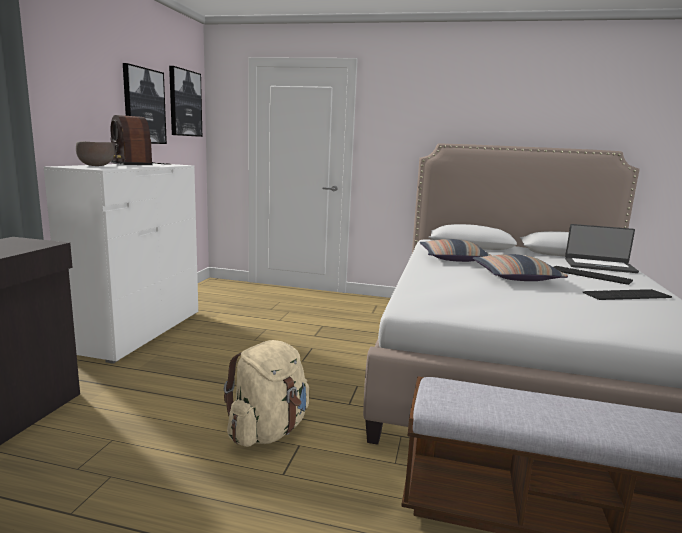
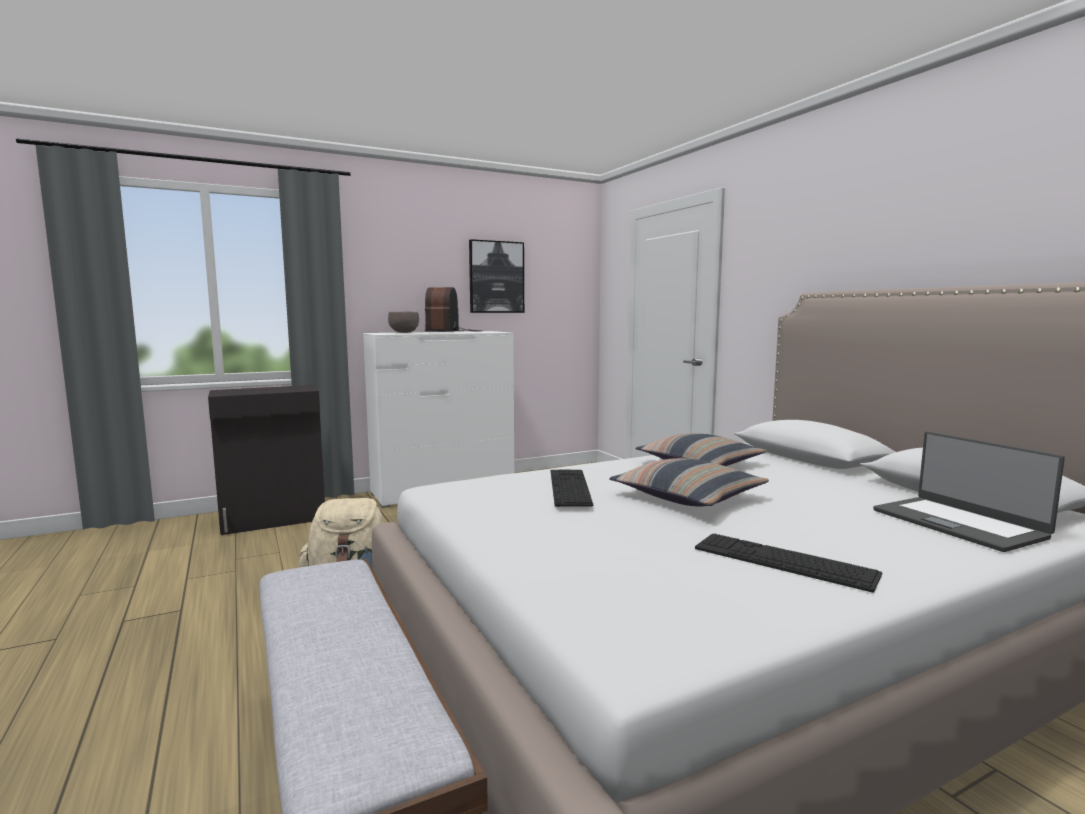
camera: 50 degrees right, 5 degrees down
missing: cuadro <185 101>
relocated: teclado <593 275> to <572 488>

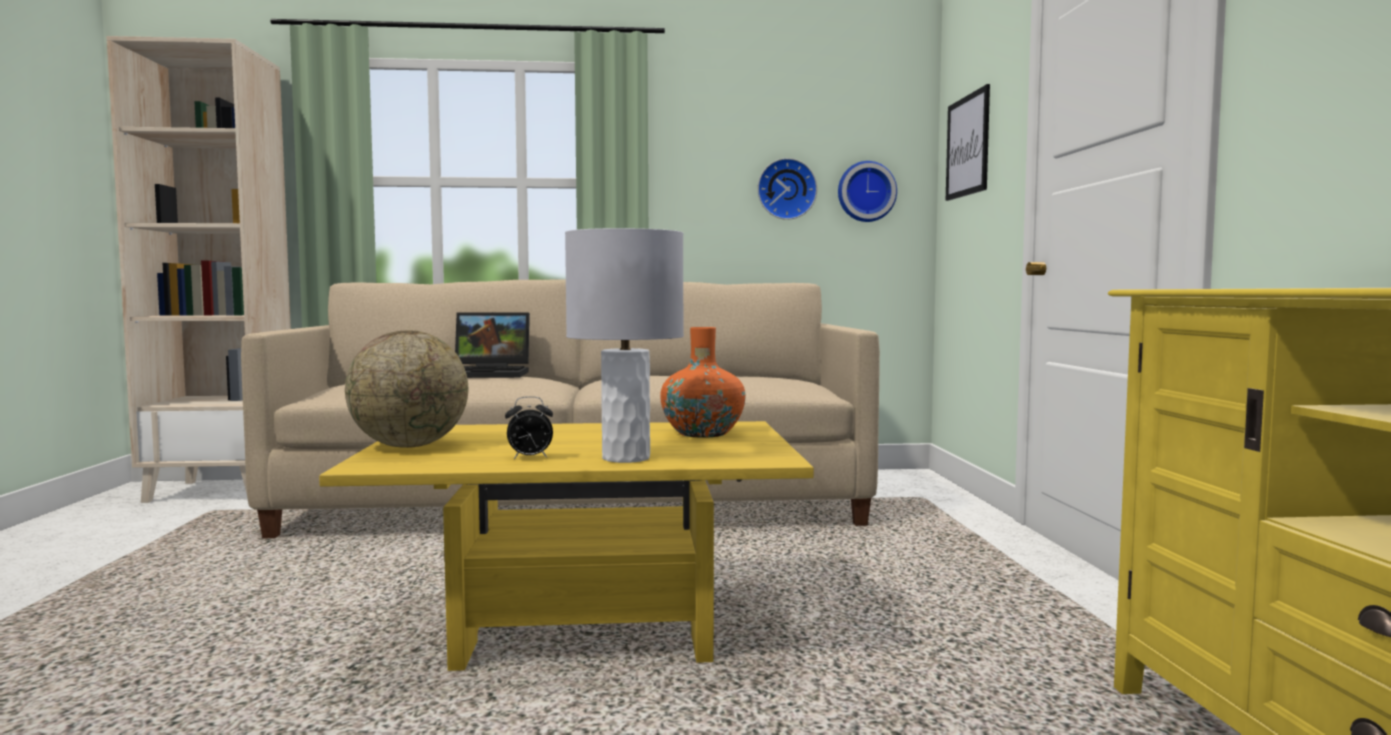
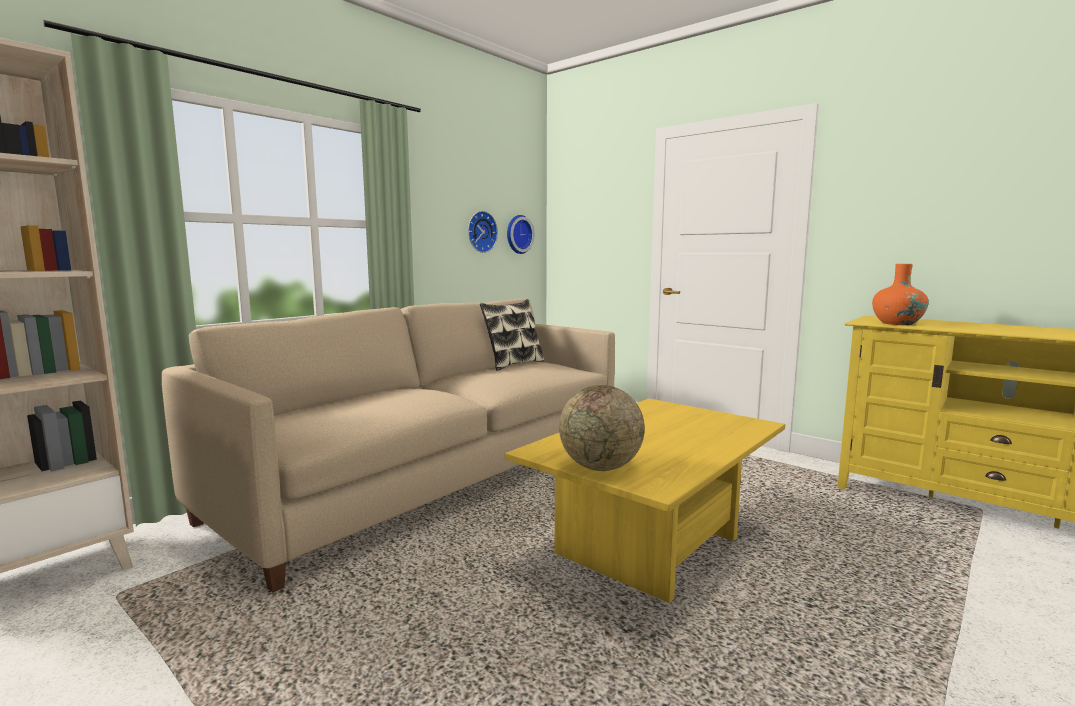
camera: 45 degrees left, 5 degrees up
missing: cuadro <968 142>; lámpara de mesa (gris) <624 345>; portátil <492 345>; despertador <529 427>
appeared: cojín <512 335>
relocated: florero (naranja) <702 382> to <900 294>

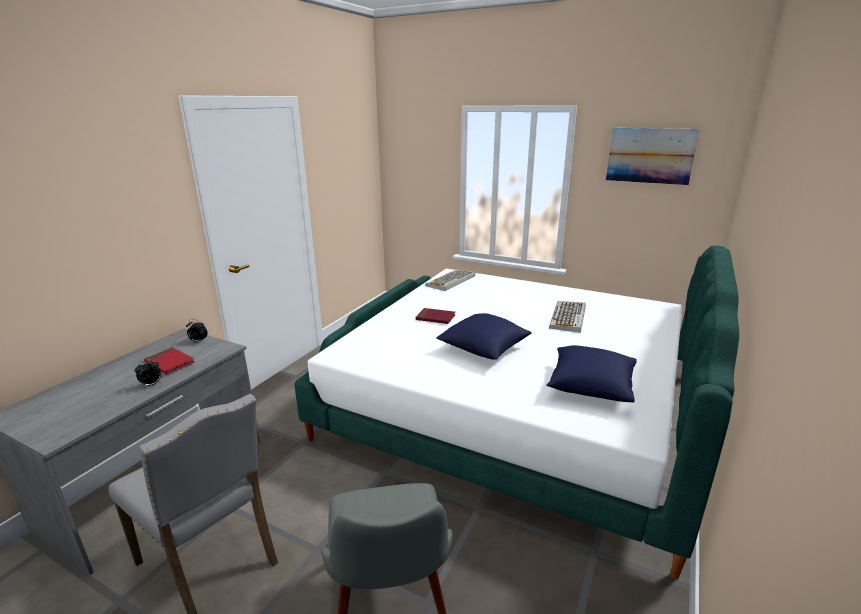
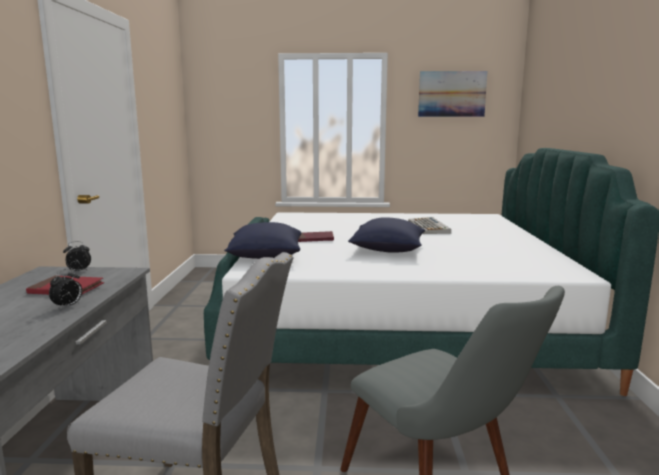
camera: 25 degrees left, 10 degrees down
missing: teclado <450 280>
relocated: cojín (azul) <591 374> to <262 240>

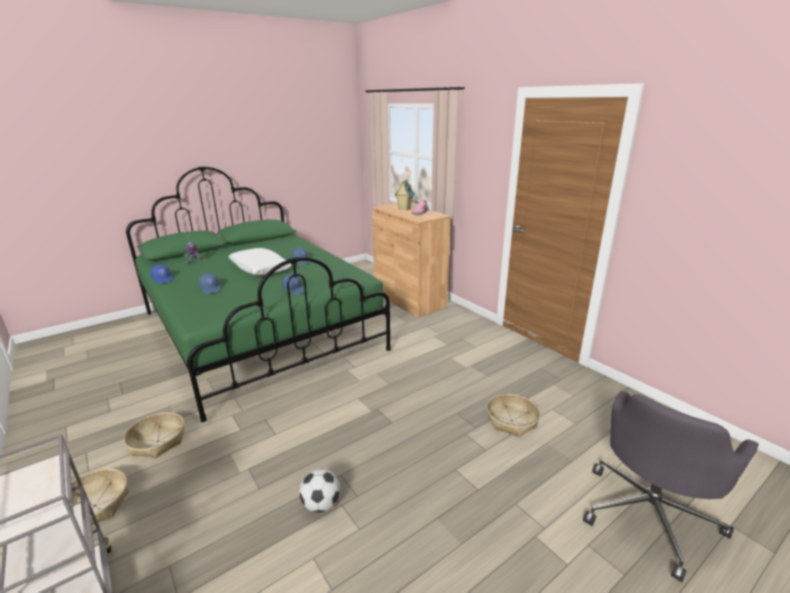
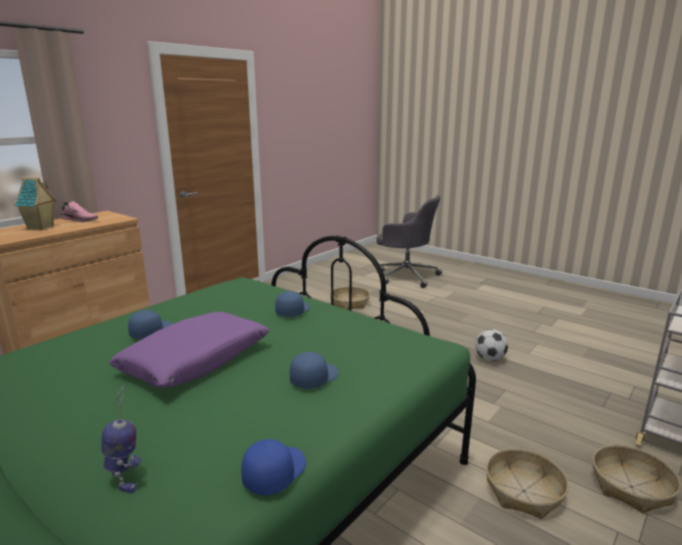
camera: 105 degrees left, 5 degrees down
colour: cojín (blanco) <260 261> to cojín (morado) <189 350>

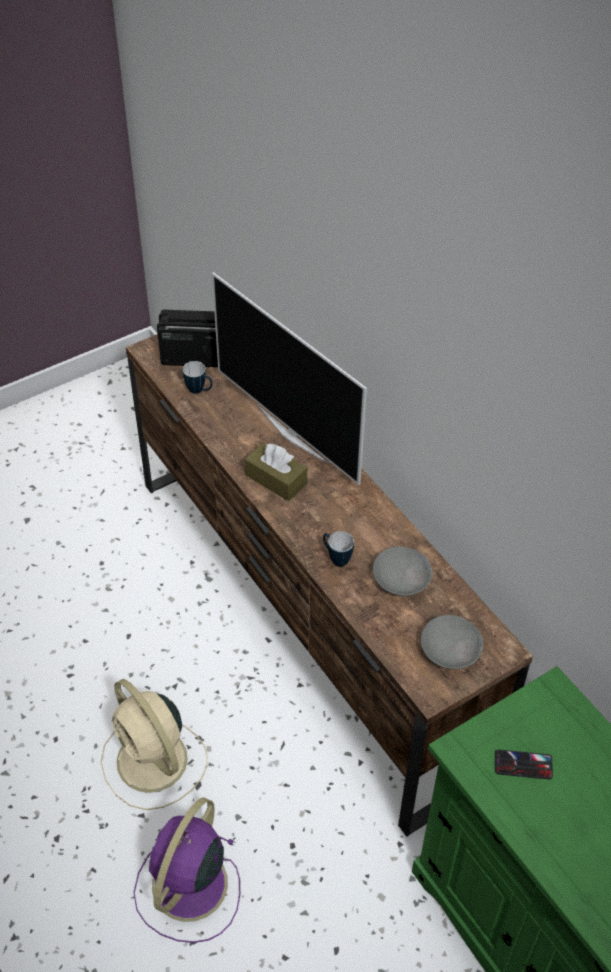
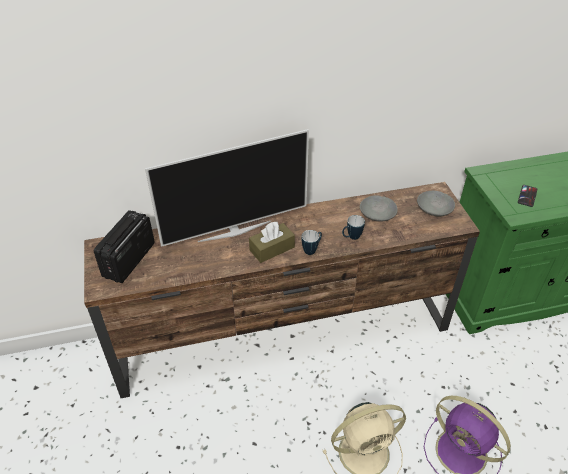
camera: 70 degrees left, 5 degrees down
relocated: taza grande <198 377> to <311 242>

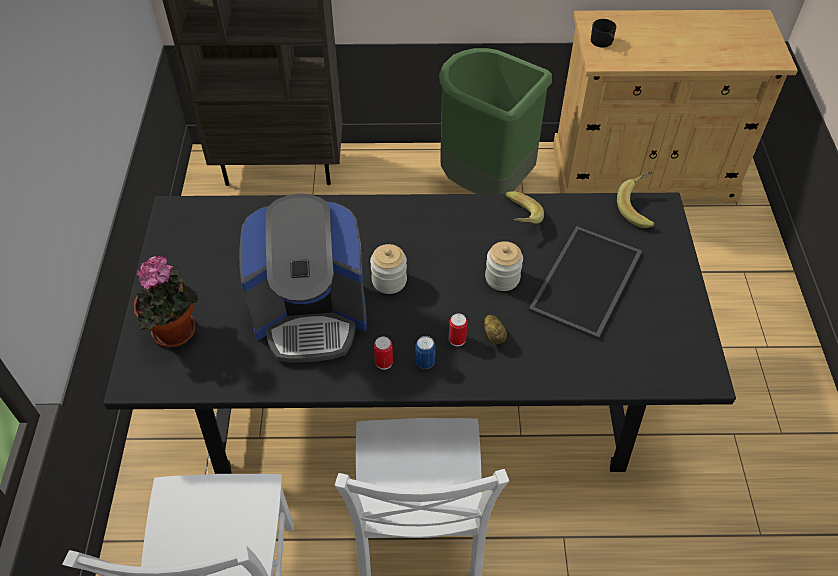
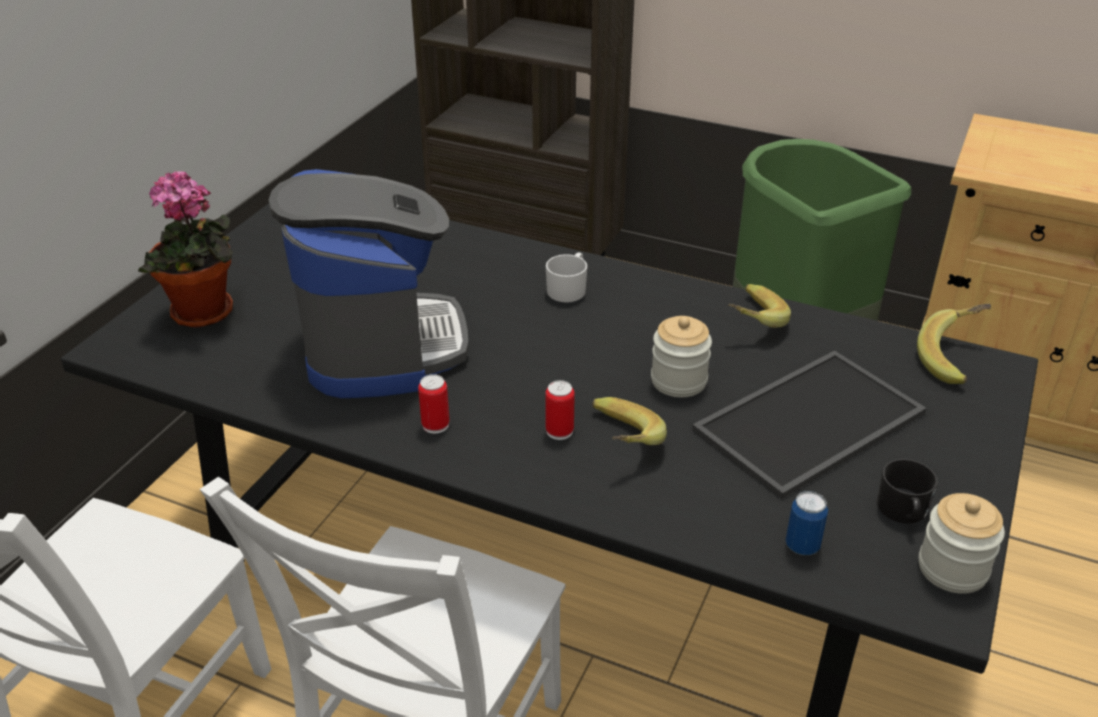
camera: 25 degrees right, 15 degrees down
appeared: taza grande (blanco) <566 277>
relocated: taza grande (negro) <603 33> to <907 491>; tarro <388 269> to <962 543>; lata <426 352> to <807 523>
exchanged: patata <495 330> to plátano <629 421>
spun: cafetera <303 278> = <369 283> 120 degrees counterclockwise

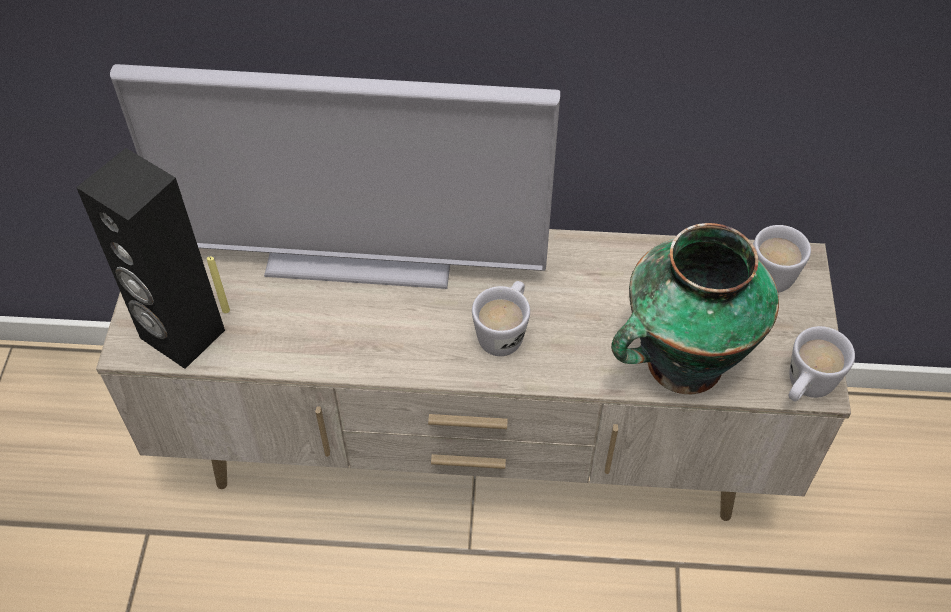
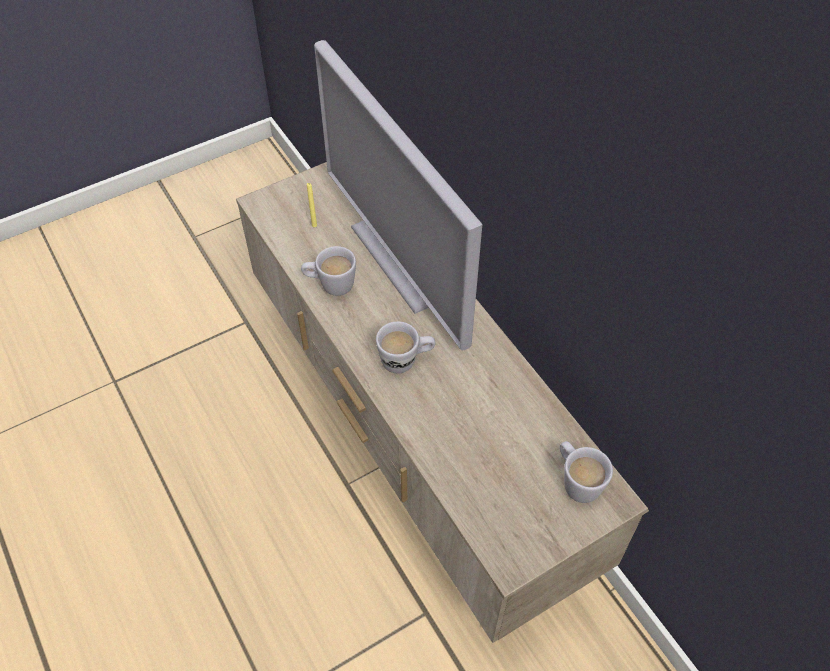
camera: 55 degrees right, 0 degrees up
missing: altavoz (negro) <150 258>; florero <695 308>
relocated: taza grande (blanco) <821 364> to <328 271>

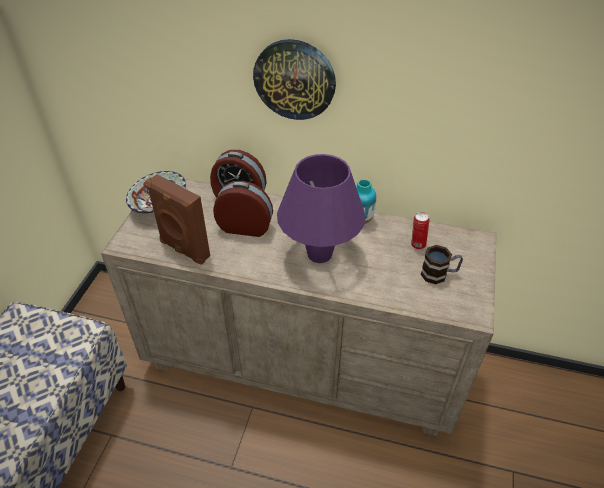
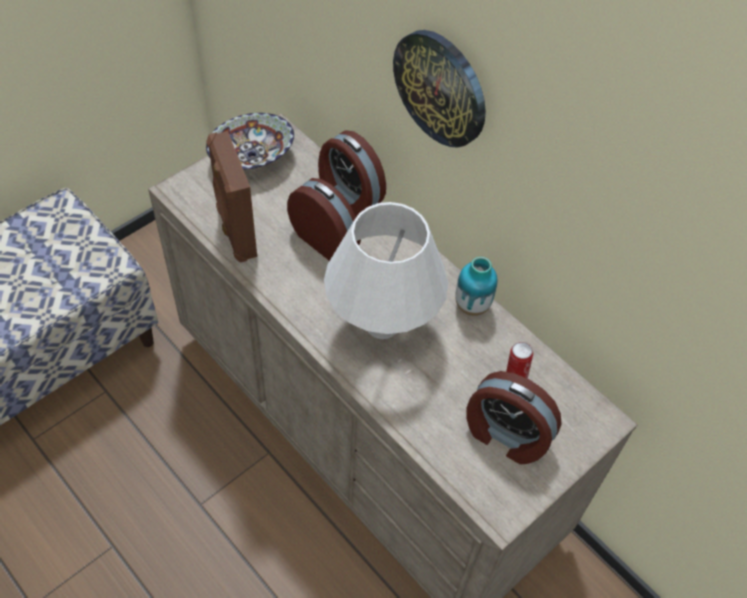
camera: 30 degrees right, 10 degrees up
exchanged: taza grande <441 264> to despertador <514 417>
colour: lámpara de mesa (morado) <321 208> to lámpara de mesa (blanco) <386 270>

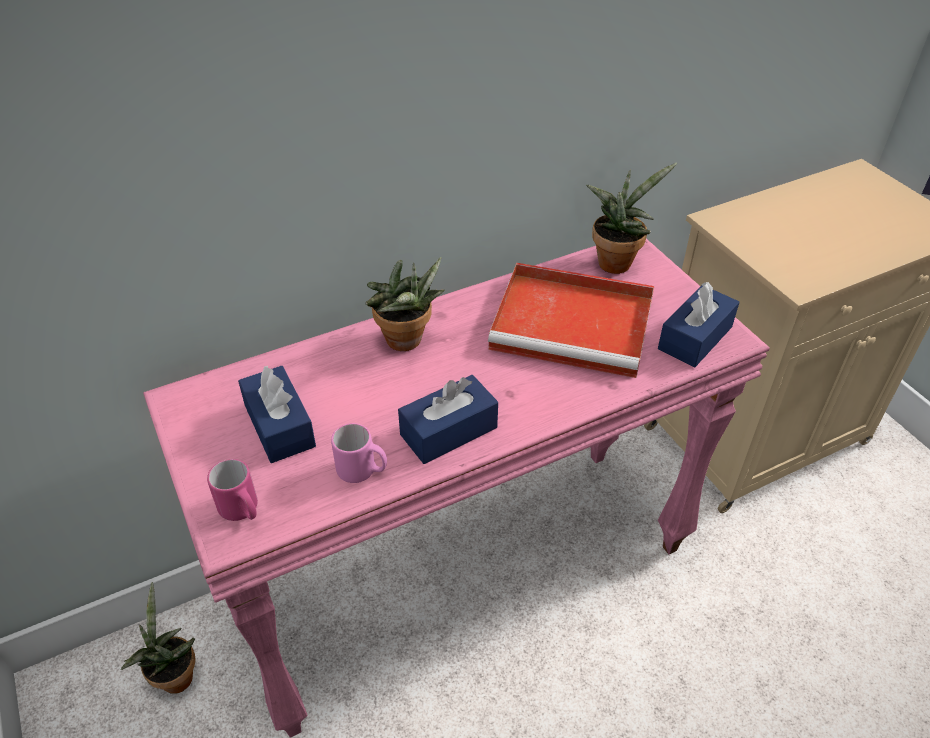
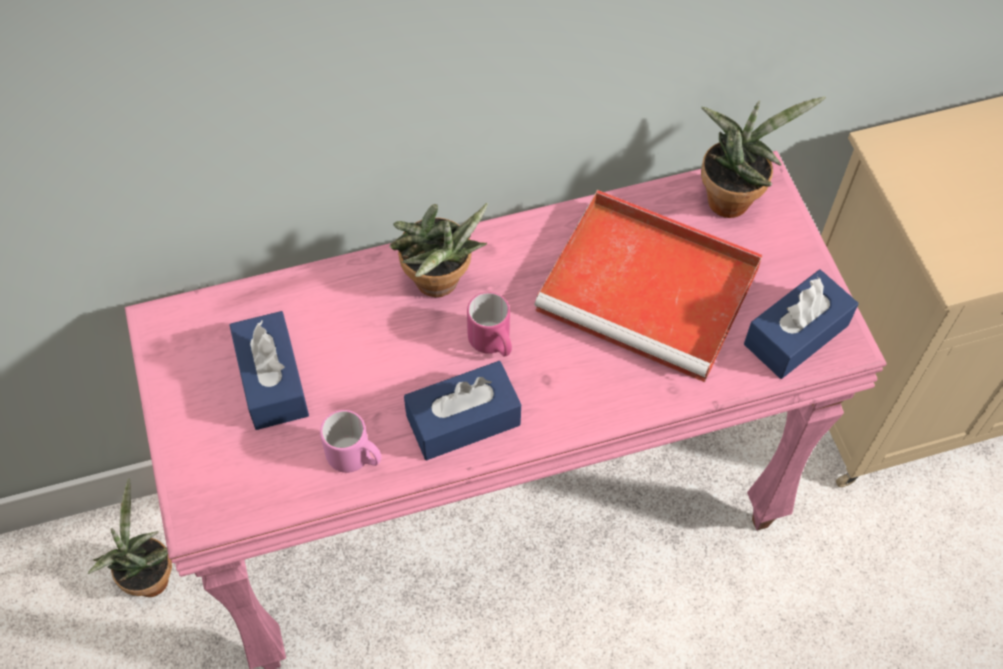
camera: 10 degrees right, 15 degrees up
relocated: taza grande (rosa) <232 490> to <489 324>

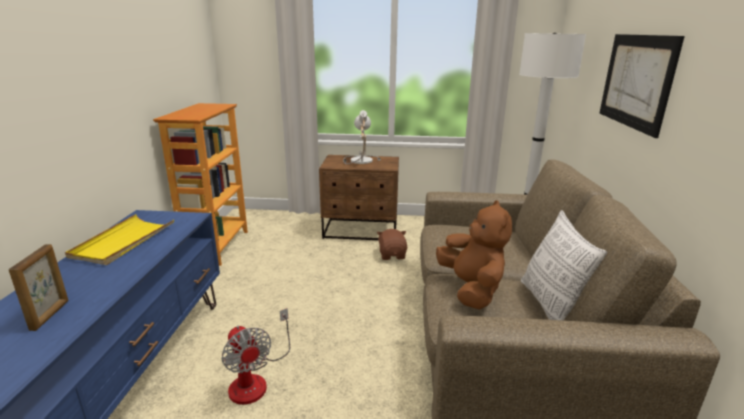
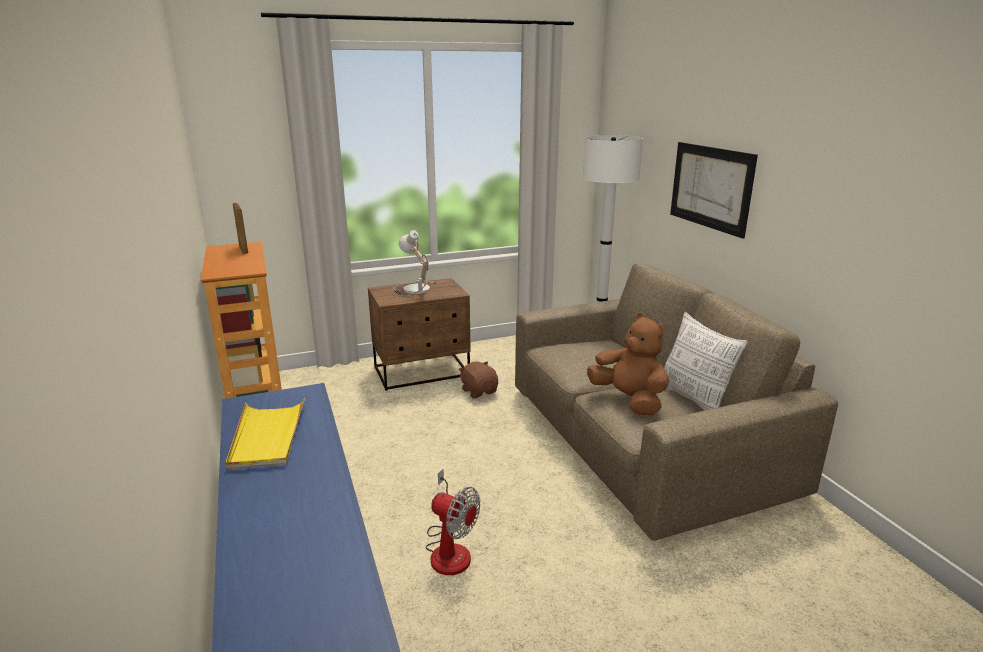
camera: 25 degrees left, 0 degrees up
relocated: portarretratos <39 287> to <240 228>

